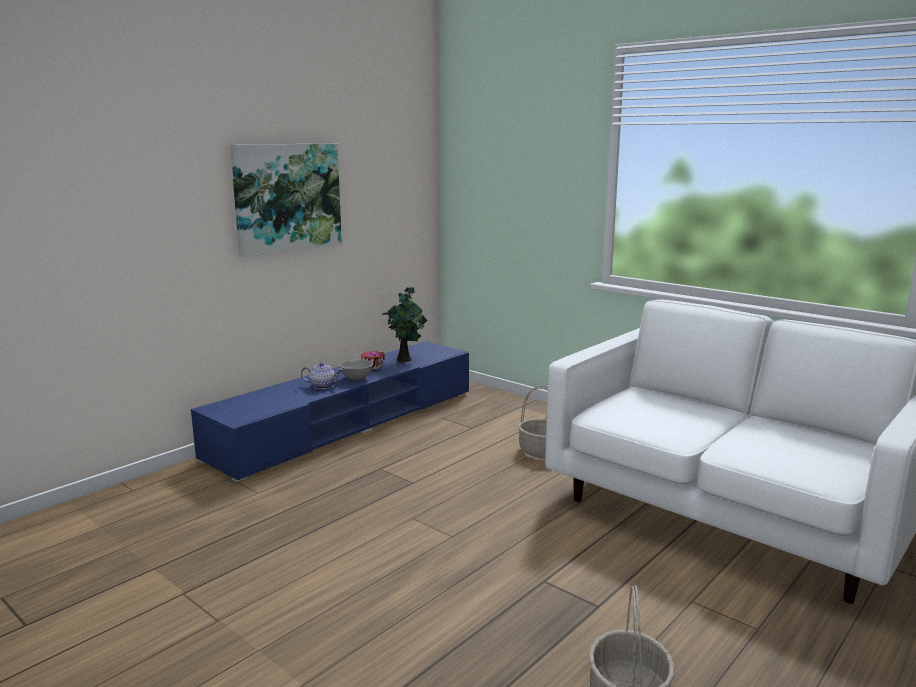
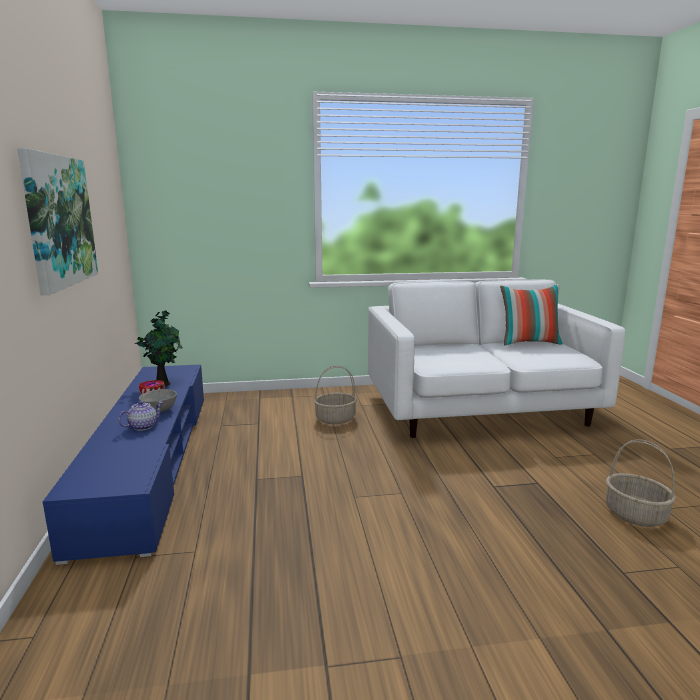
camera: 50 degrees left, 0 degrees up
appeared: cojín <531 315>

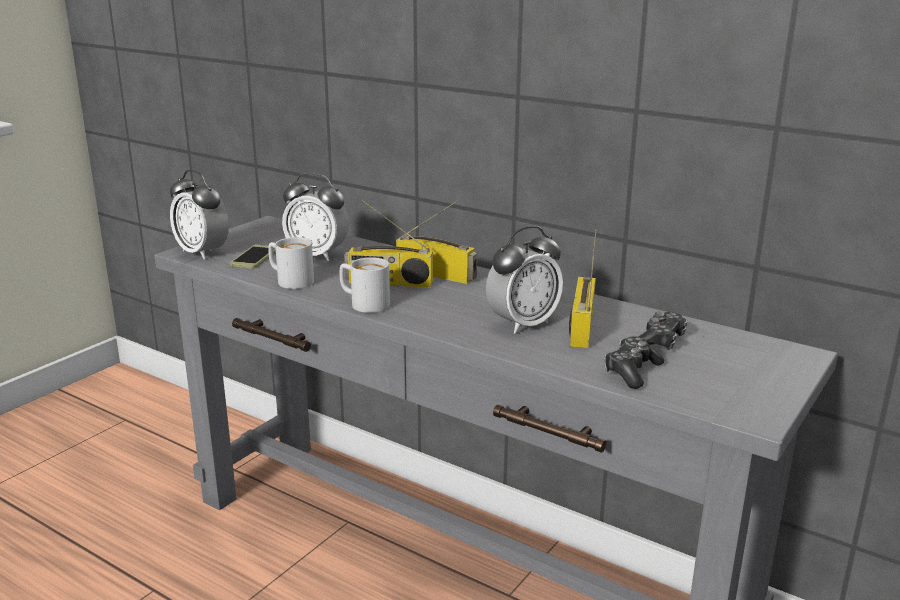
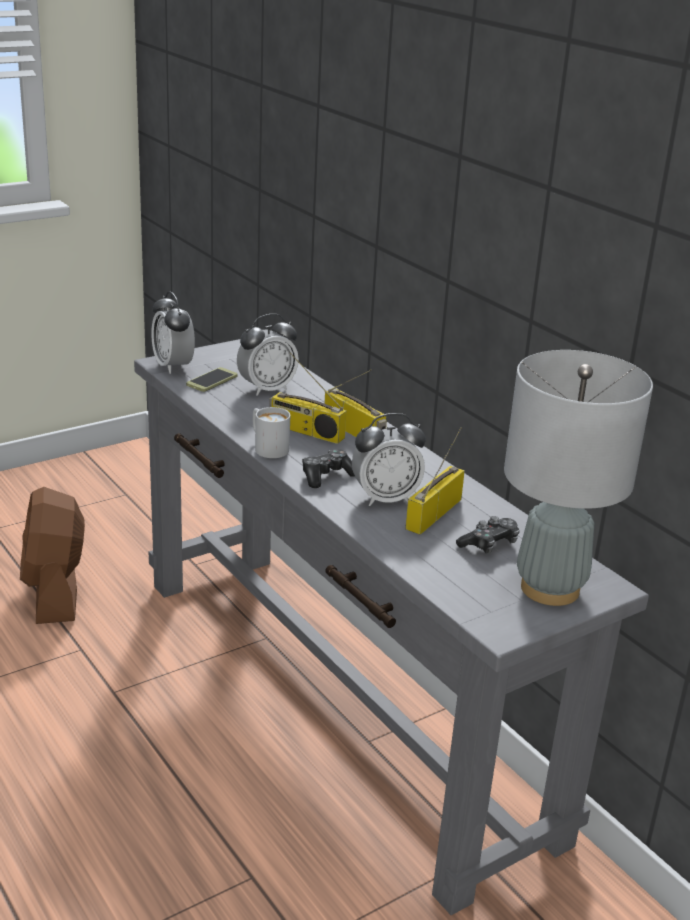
camera: 20 degrees right, 5 degrees up
missing: taza grande (blanco) <291 263>
appeared: lámpara de mesa (gris) <578 478>; ventilador (marrón) <52 555>
relocated: mando de consola <634 362> to <328 468>
spun: despertador <315 216> = <268 355> 75 degrees counterclockwise

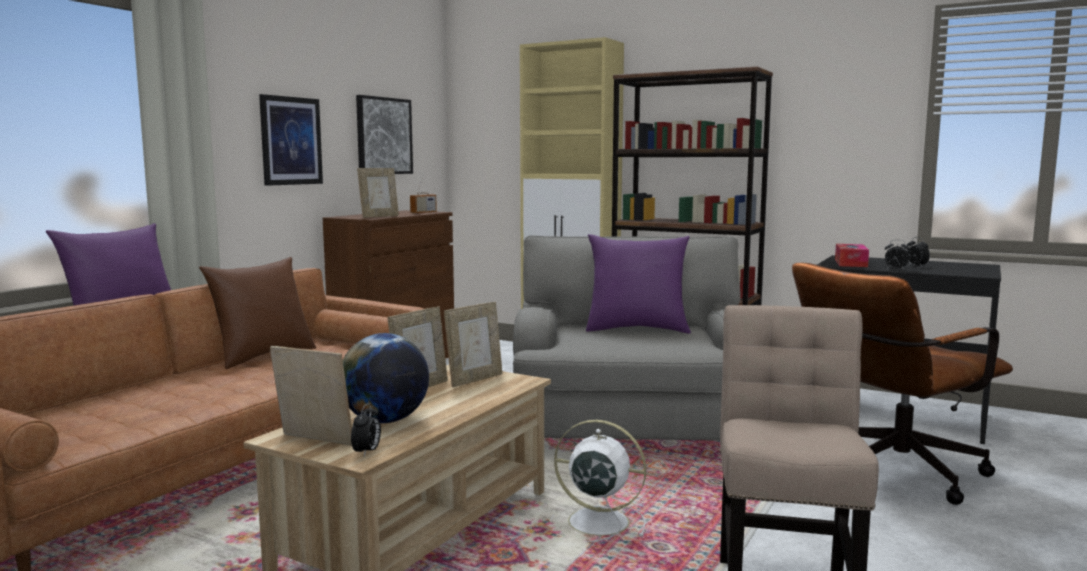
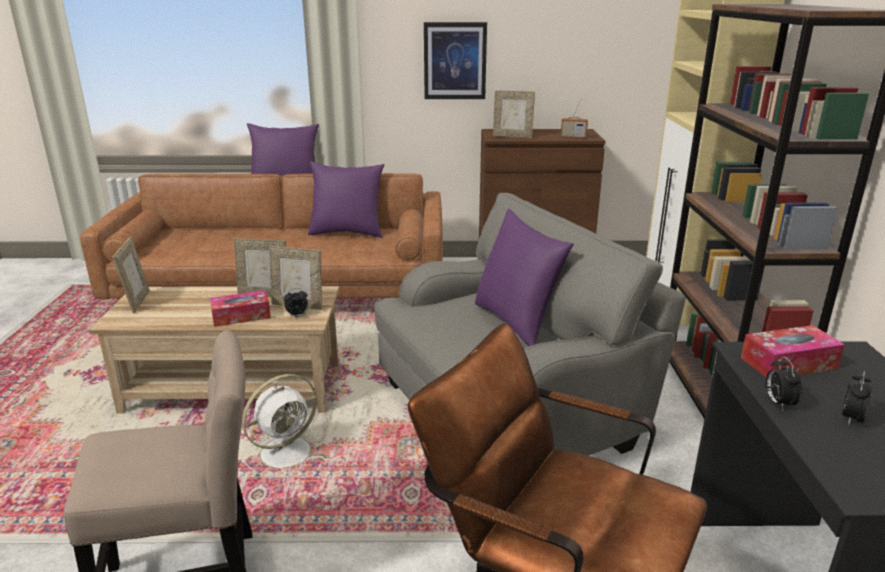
camera: 60 degrees right, 15 degrees up
missing: cuadro <384 134>; globo terráqueo <386 378>
appeared: caja de pañuelos <240 308>
relocated: despertador <366 429> to <296 303>
colour: cojín (marrón) <257 313> to cojín (morado) <346 199>
spun: ventilador (blanco) <598 481> = <280 425> 60 degrees clockwise

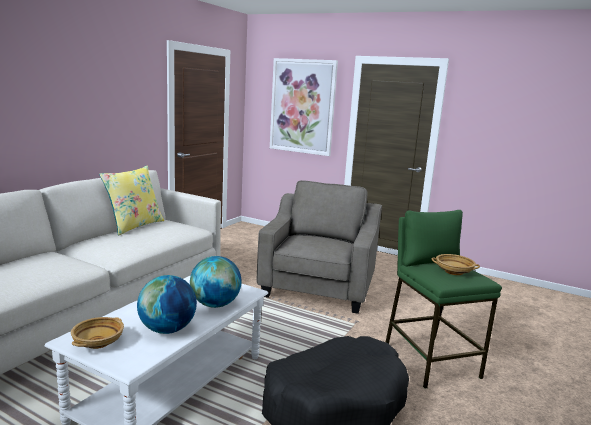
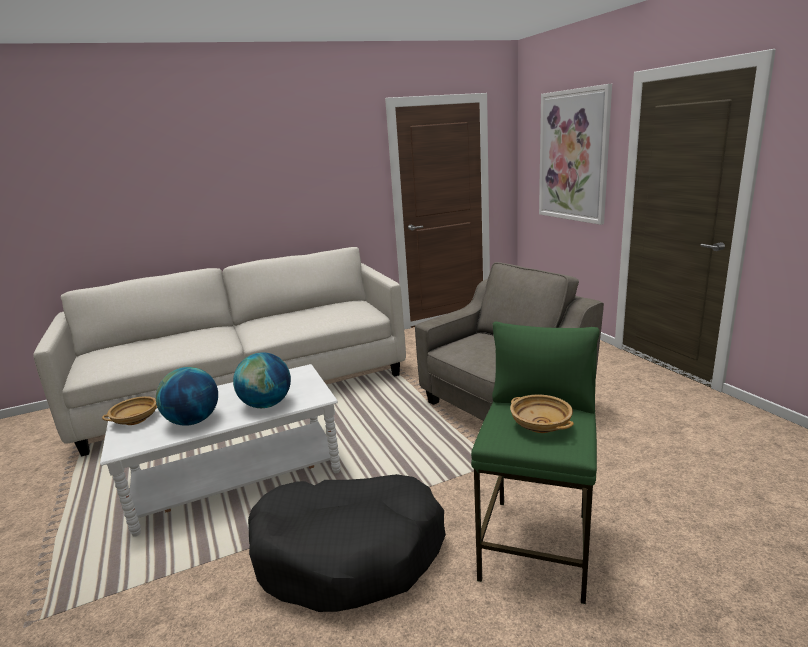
camera: 40 degrees right, 5 degrees up
missing: cojín (amarillo) <131 200>

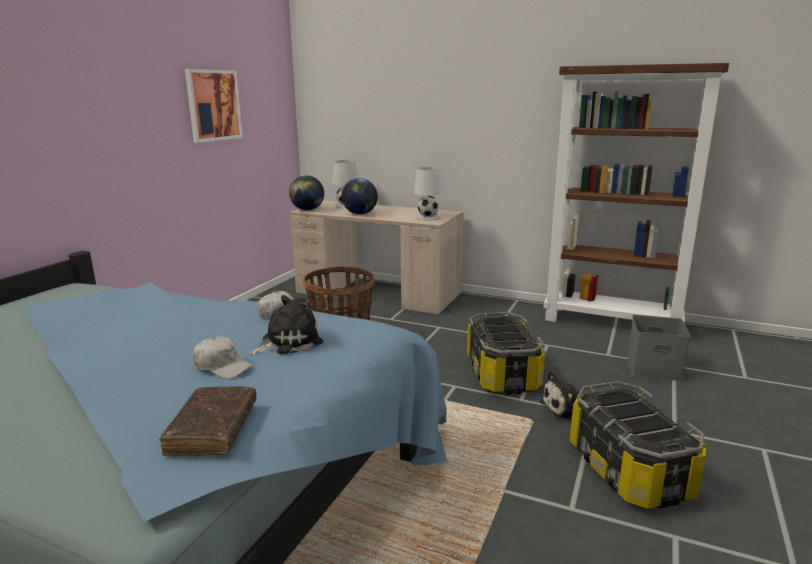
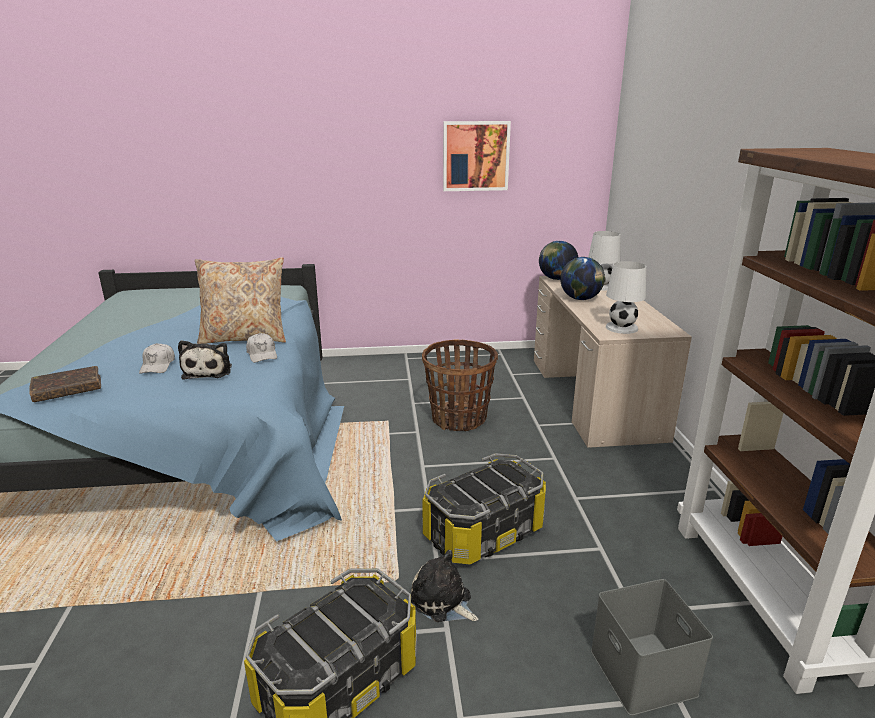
camera: 60 degrees right, 5 degrees up
appeared: cojín (beis) <240 300>
spun: peluche <286 325> = <205 360> 60 degrees clockwise

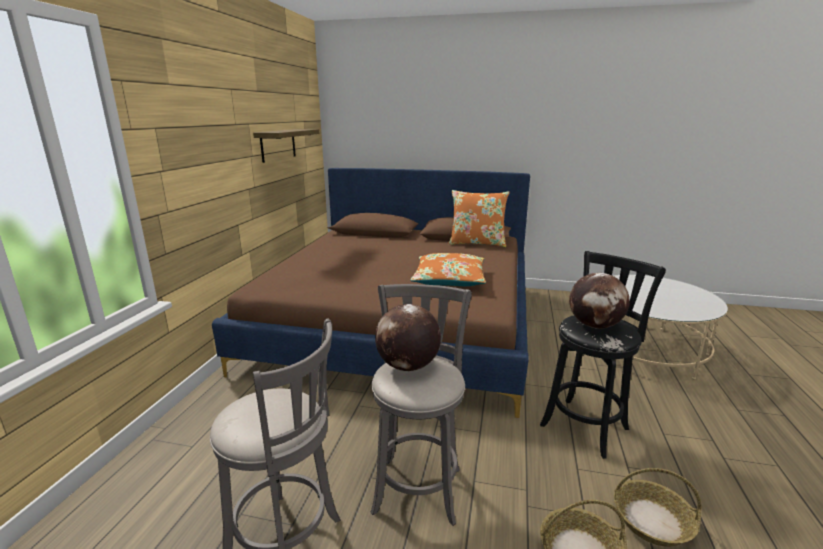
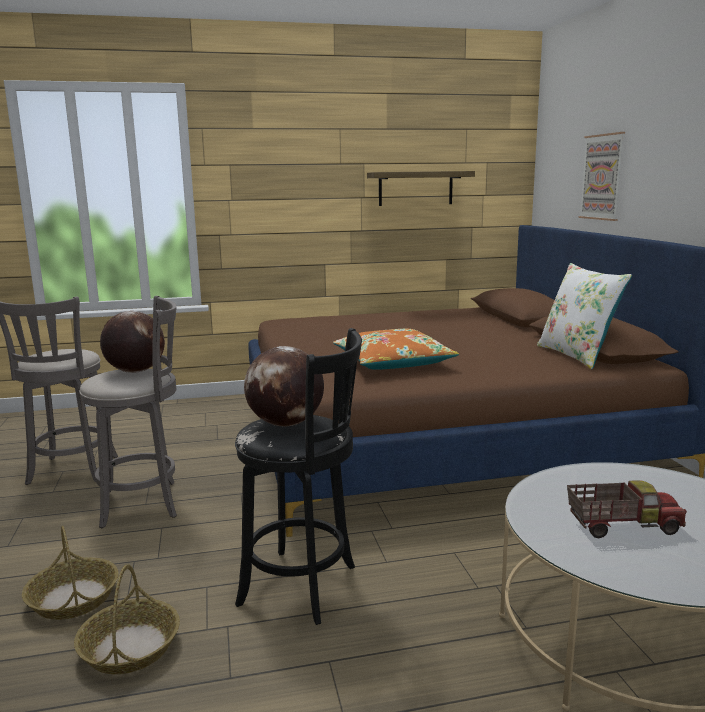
camera: 65 degrees right, 5 degrees down
appeared: cuadro <602 176>; camión de juguete <627 509>
colour: cojín (naranja) <479 218> to cojín (blanco) <584 316>

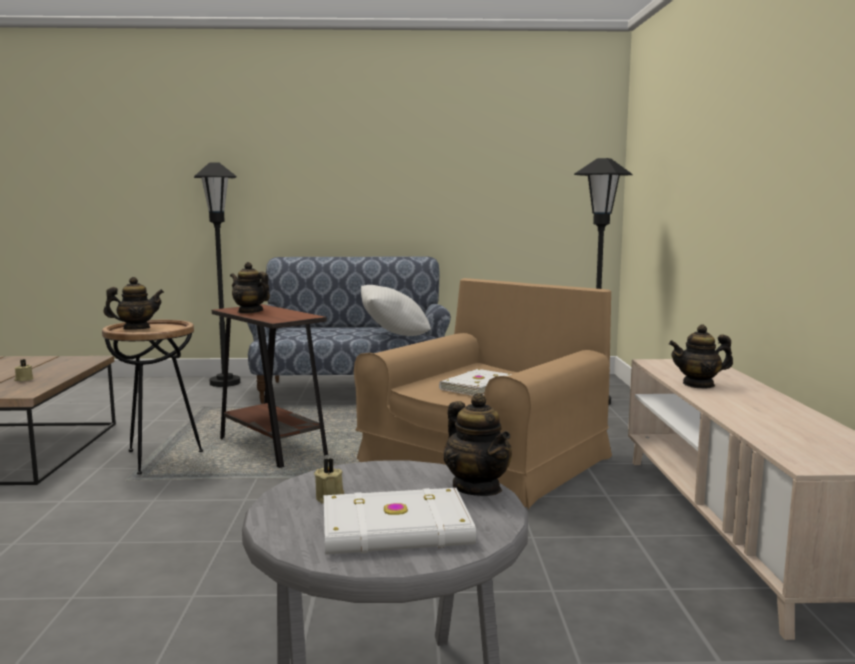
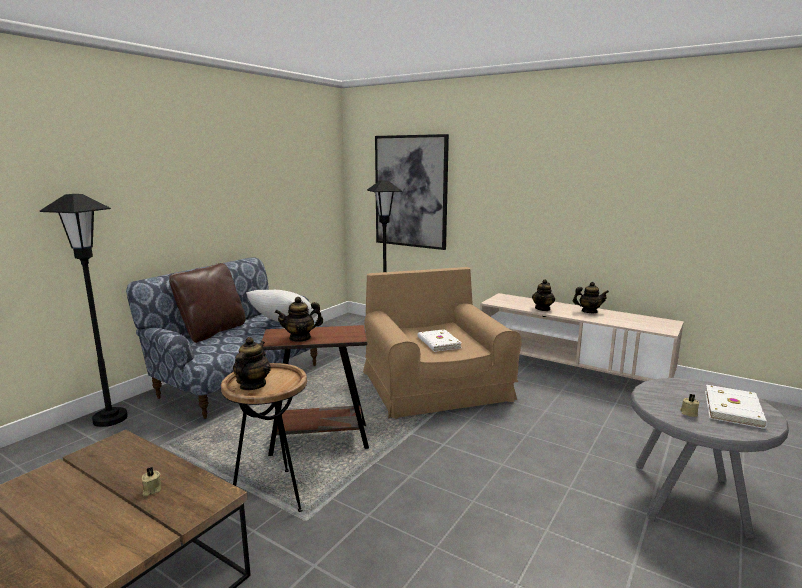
camera: 55 degrees left, 5 degrees up
appeared: cuadro <412 192>; cojín (marrón) <207 303>
relocated: tetera <477 444> to <591 297>

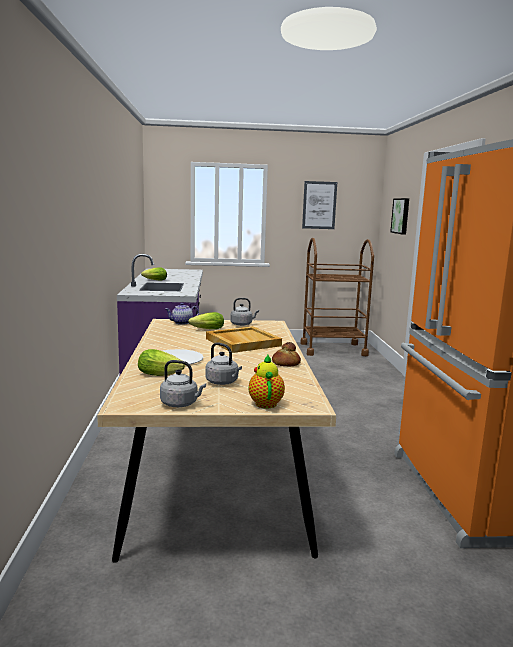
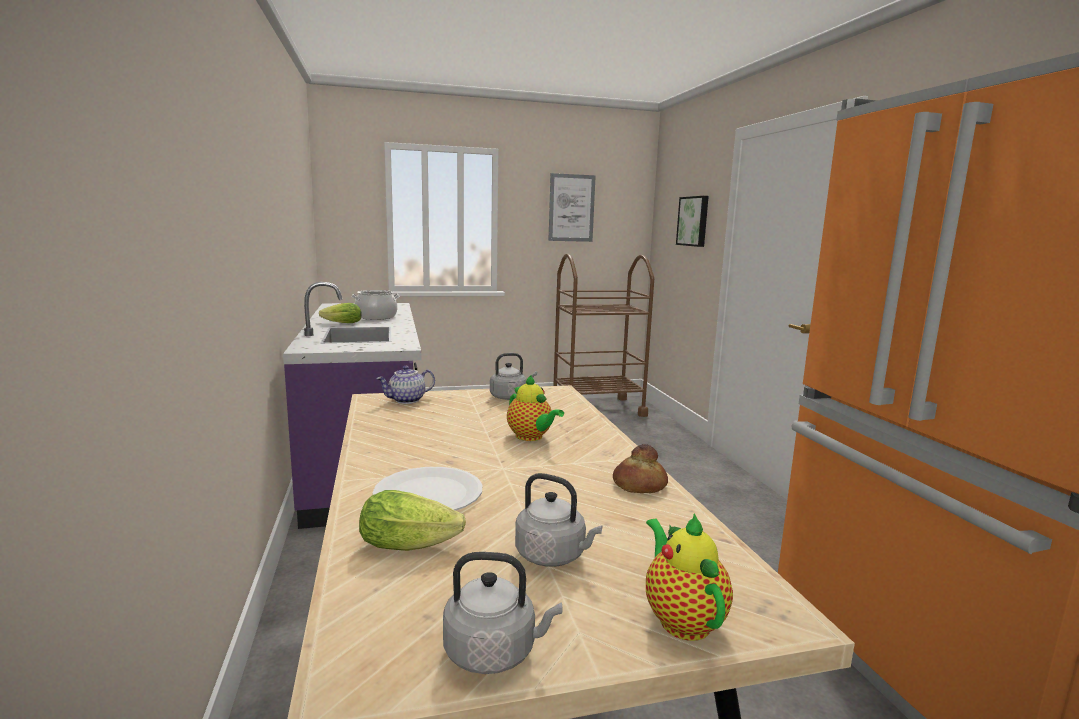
camera: 10 degrees left, 0 degrees up
missing: lechuga <206 320>
appeared: olla <376 305>
exchanged: bandeja (beis) <244 339> to tetera <535 408>

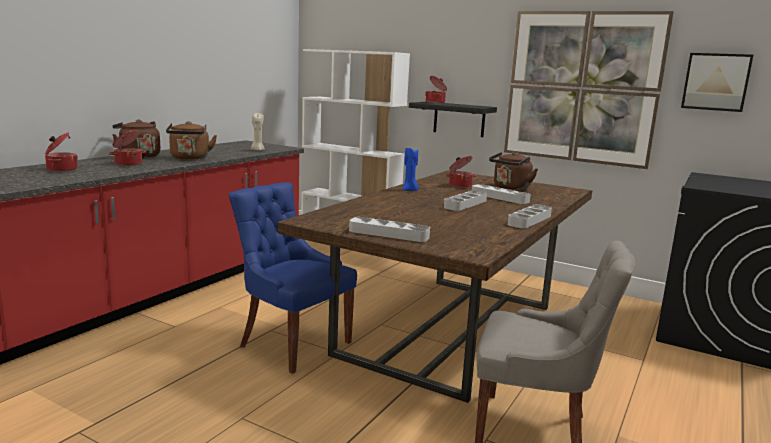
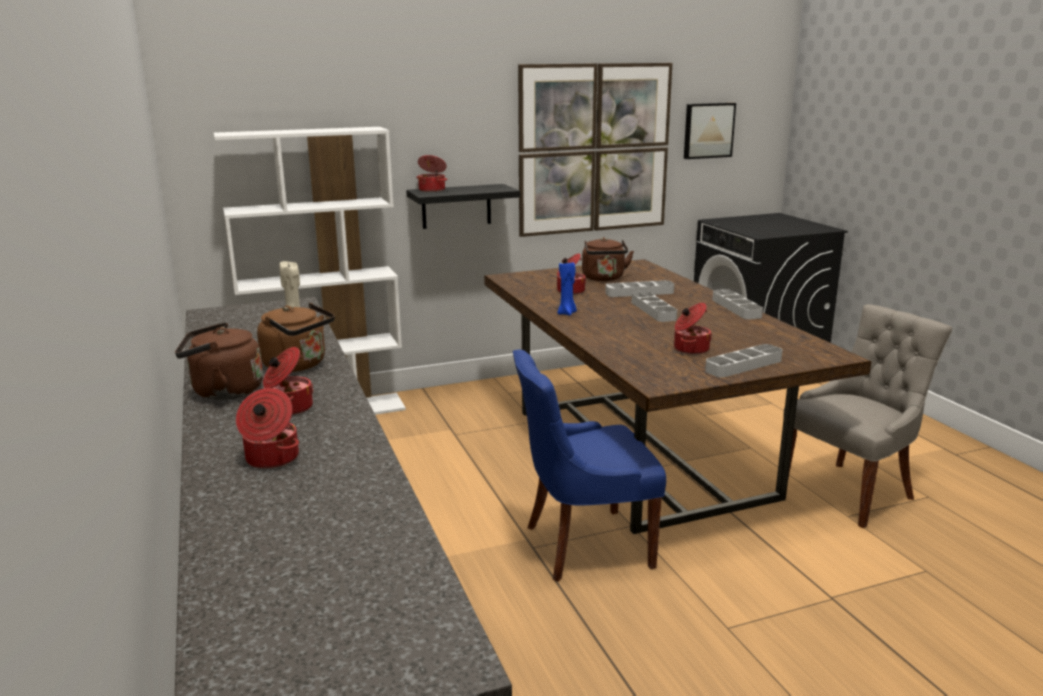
camera: 50 degrees left, 5 degrees up
appeared: olla <693 328>

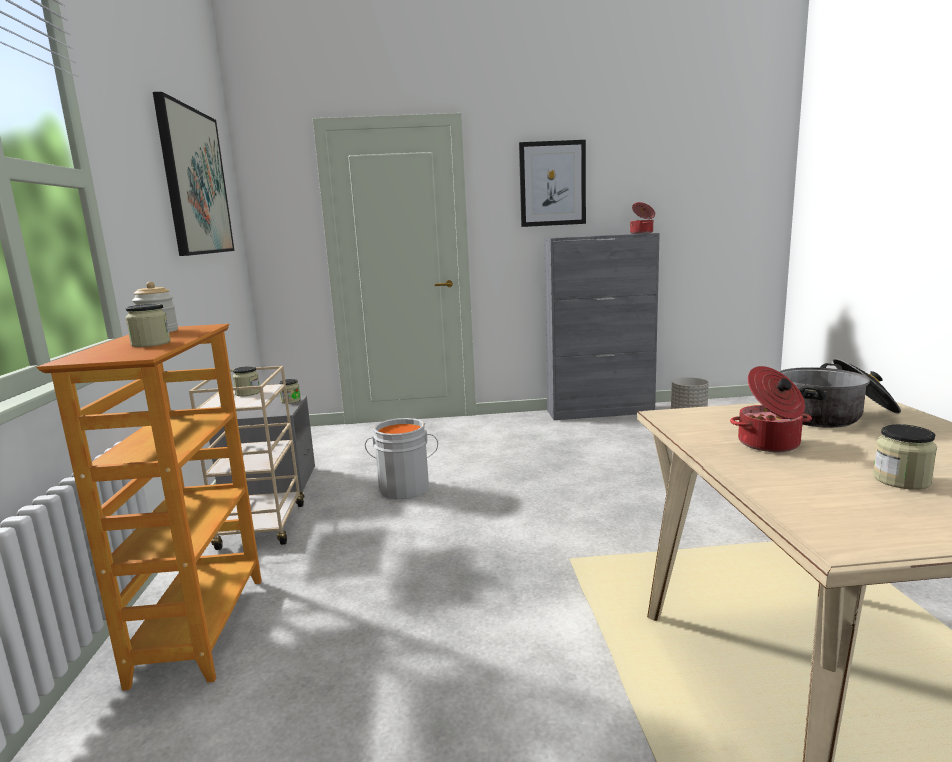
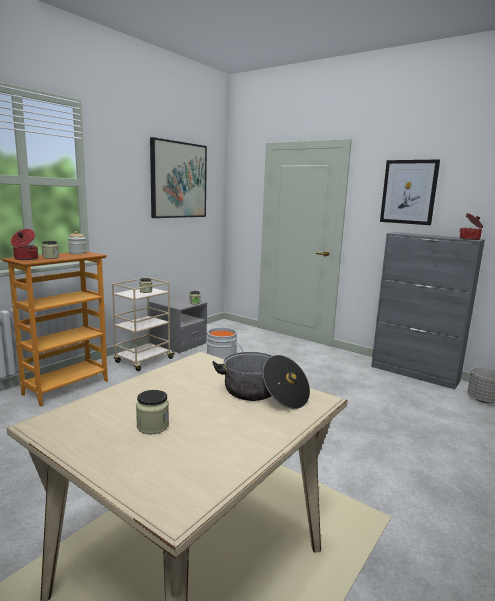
camera: 40 degrees right, 0 degrees up
relocated: olla <771 409> to <24 244>

